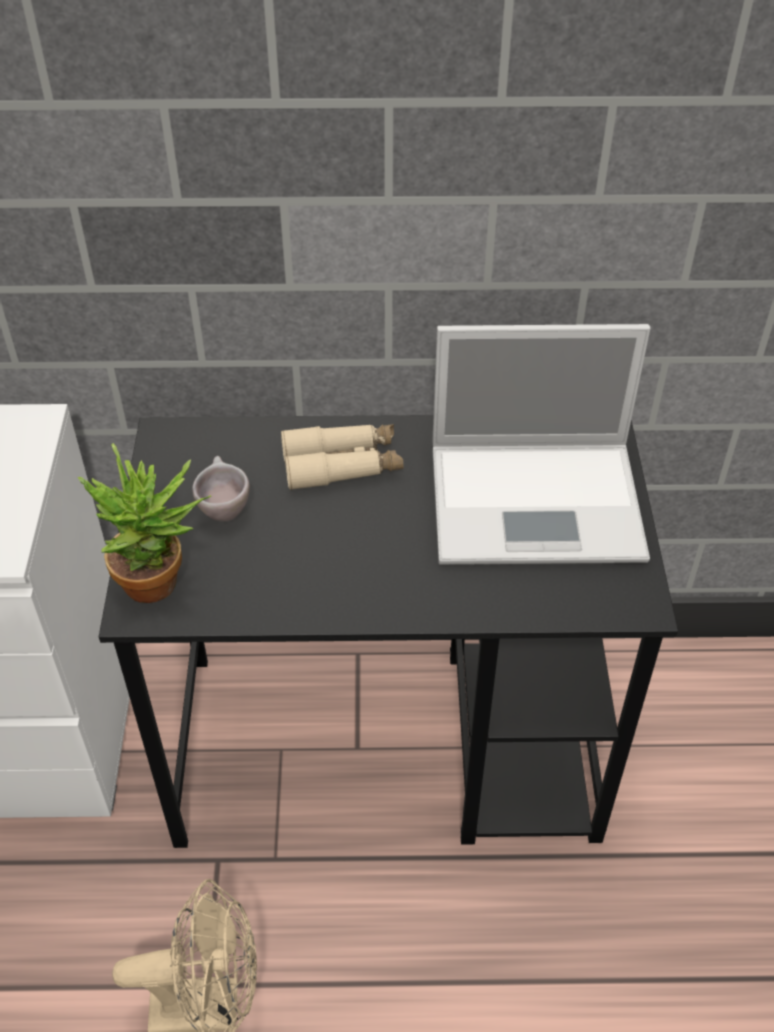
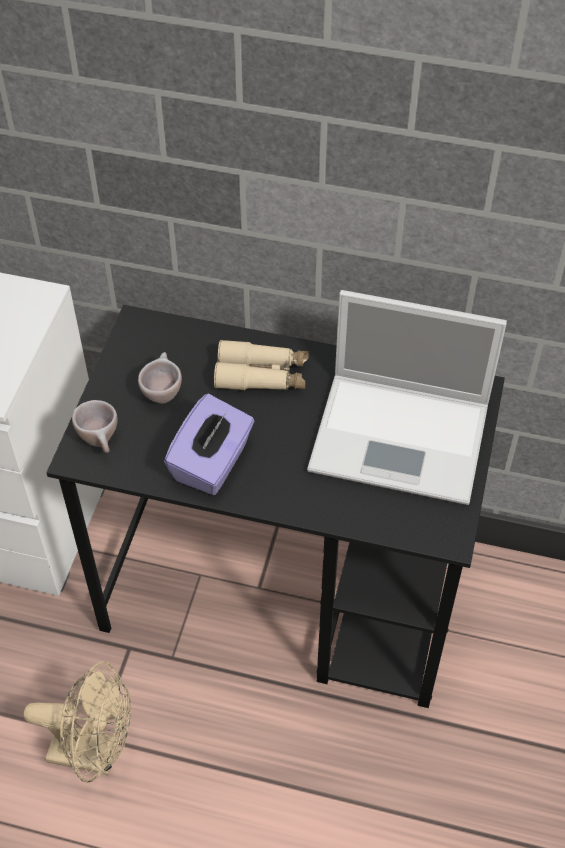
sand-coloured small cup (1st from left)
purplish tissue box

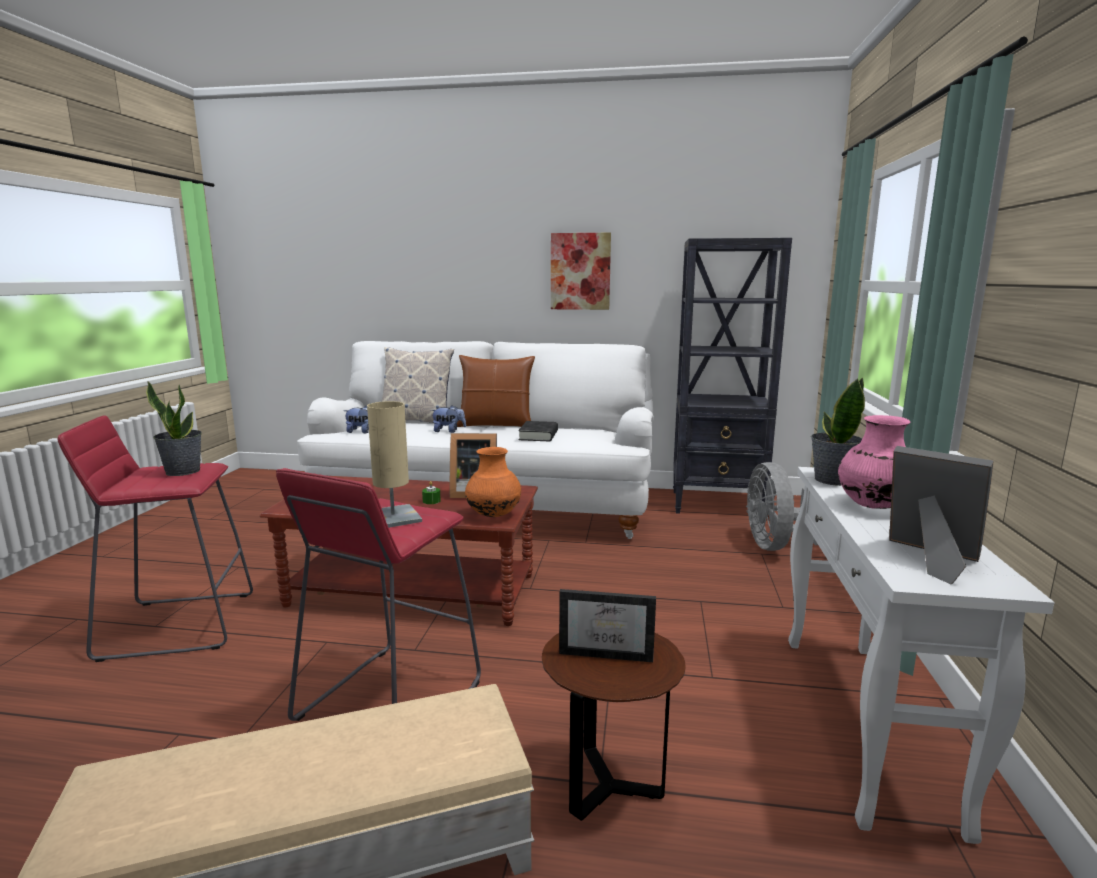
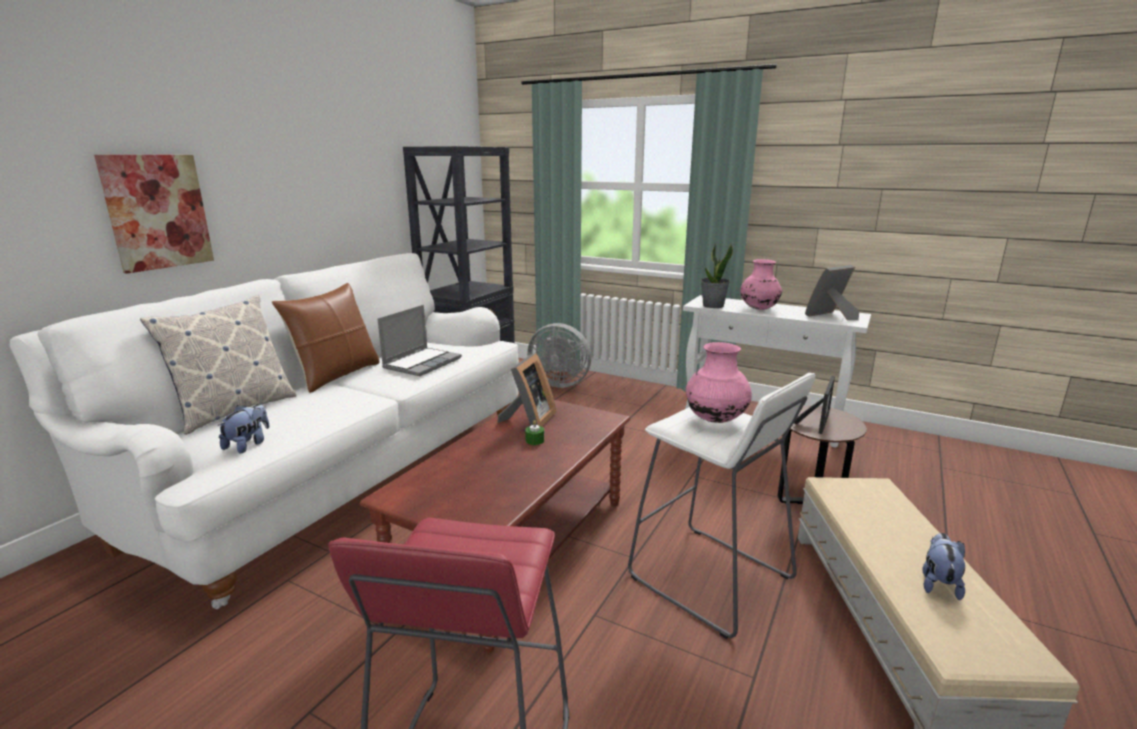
potted plant (1st from left in the first image)
white-coloured sitting stool
pink-coloured decorative vase (1st from left)
plush toy (2nd from left)
orange-coloured decorative vase
laptop
wall picture

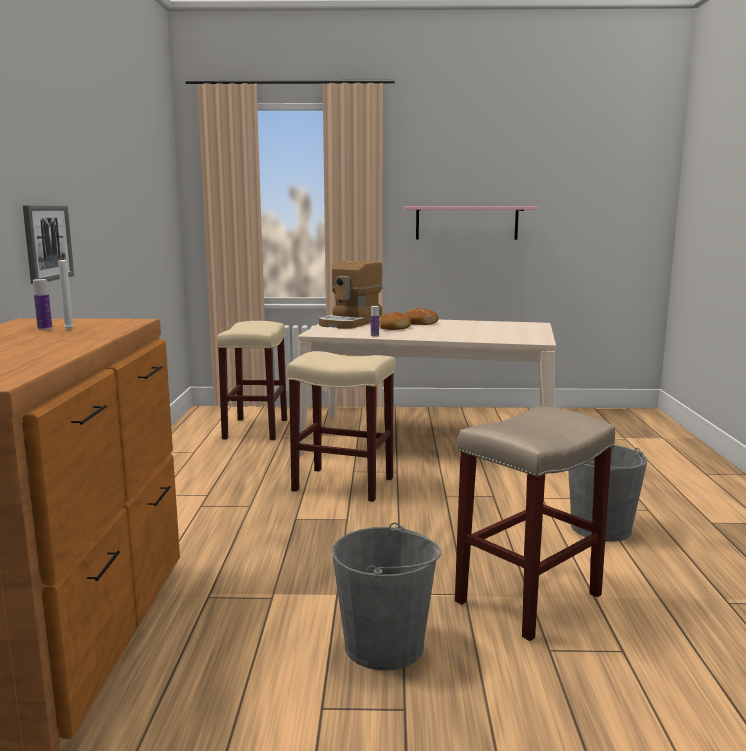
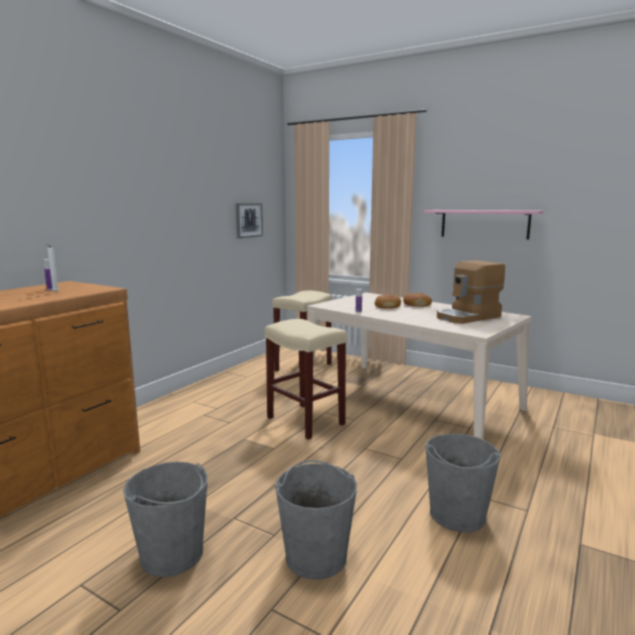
wall picture
coffee maker
gray bucket (2nd from left)

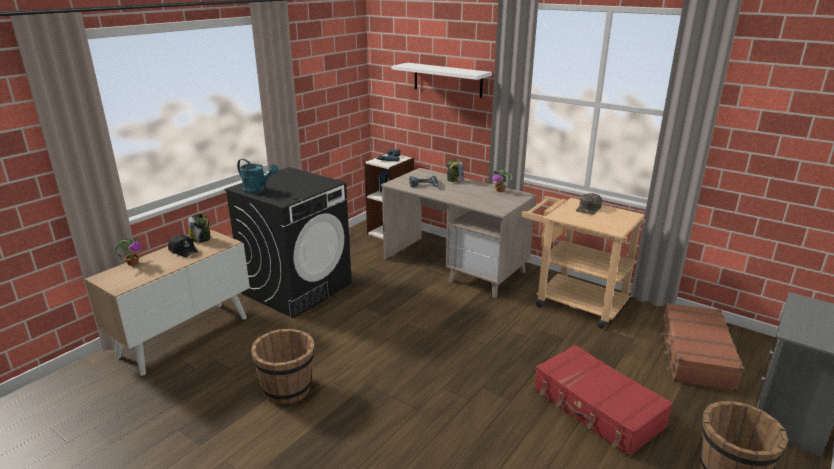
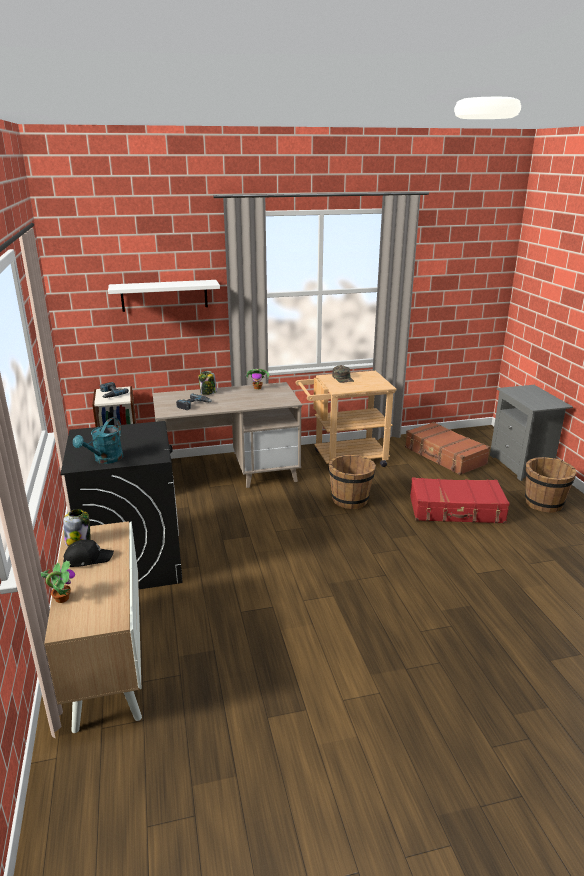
blue-green sprinkling can
brown-coloured bucket (1st from left)

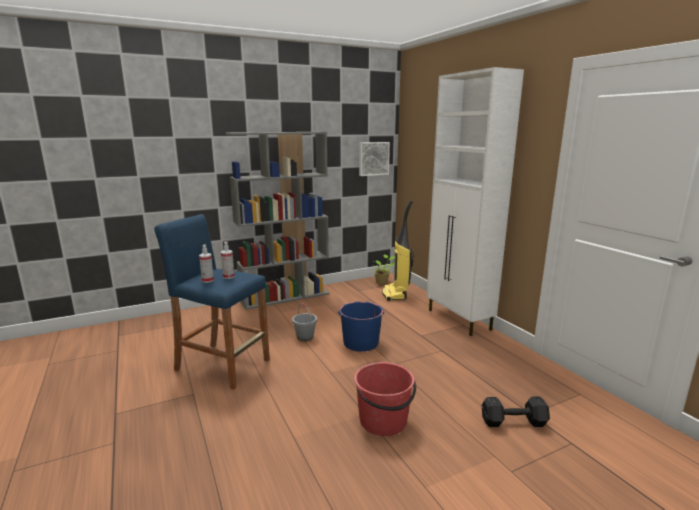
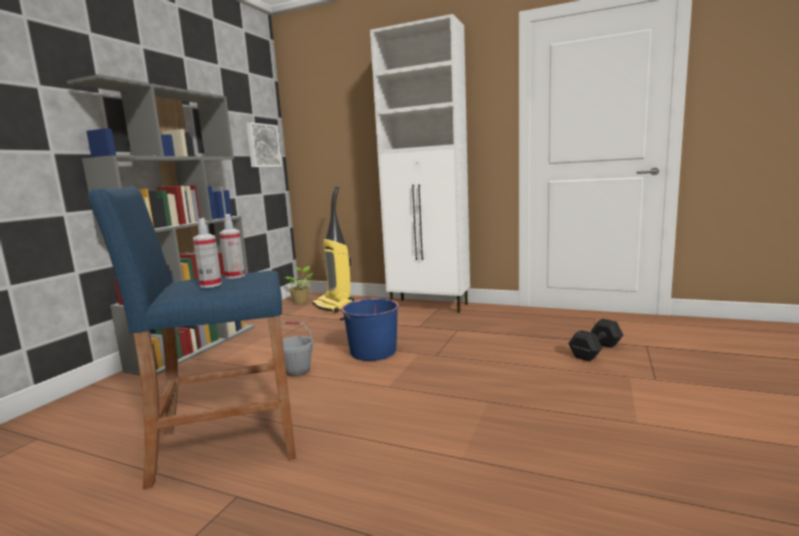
red-coloured bucket

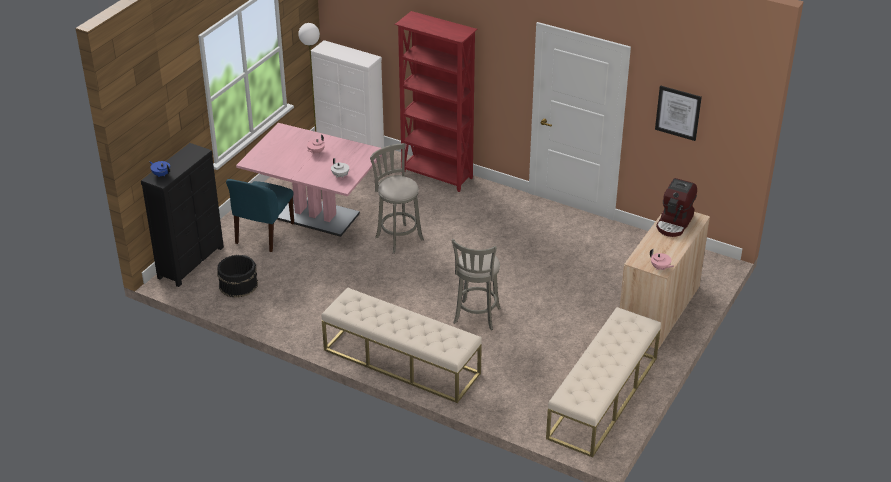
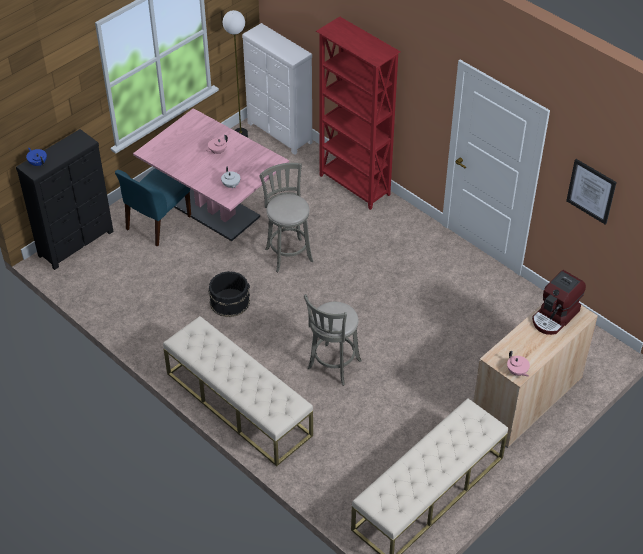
black bucket

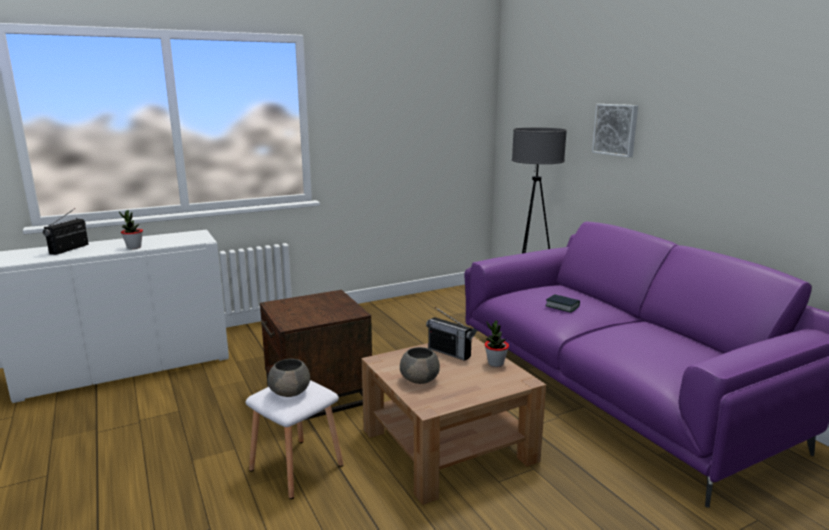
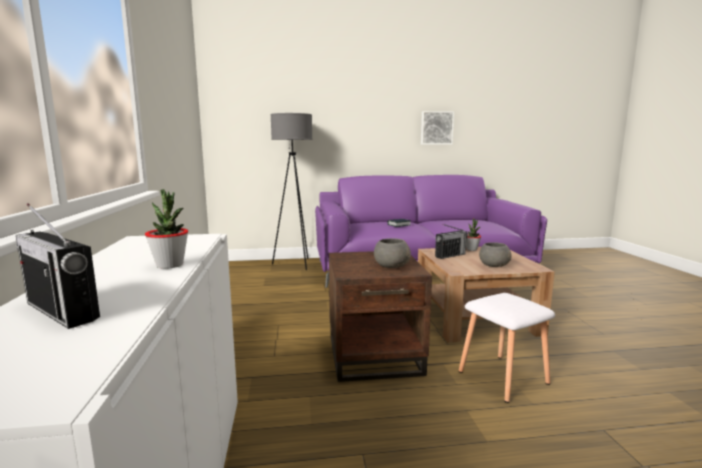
gray serving bowl (1st from left)
wall picture

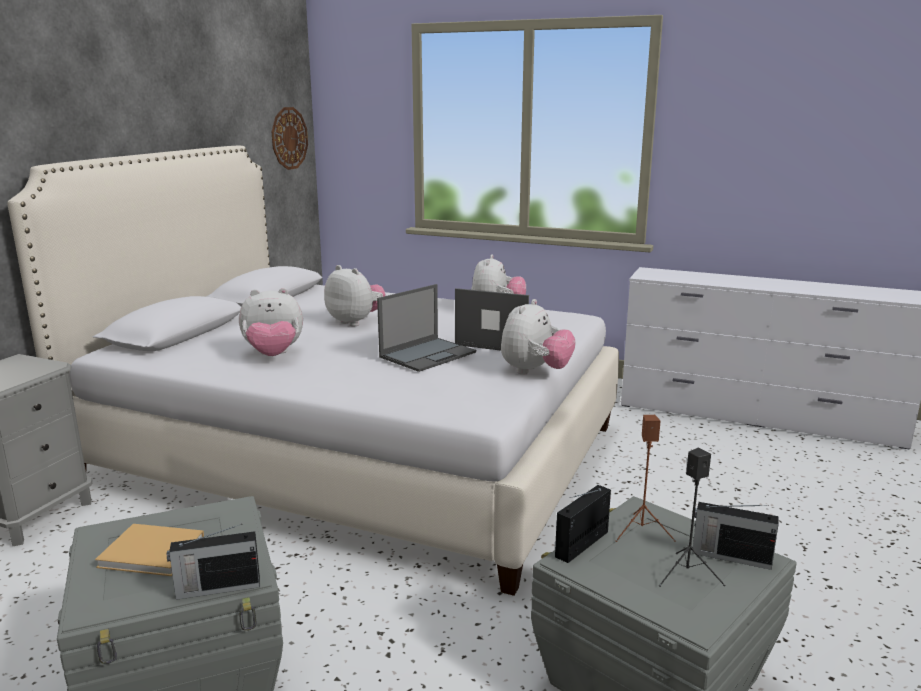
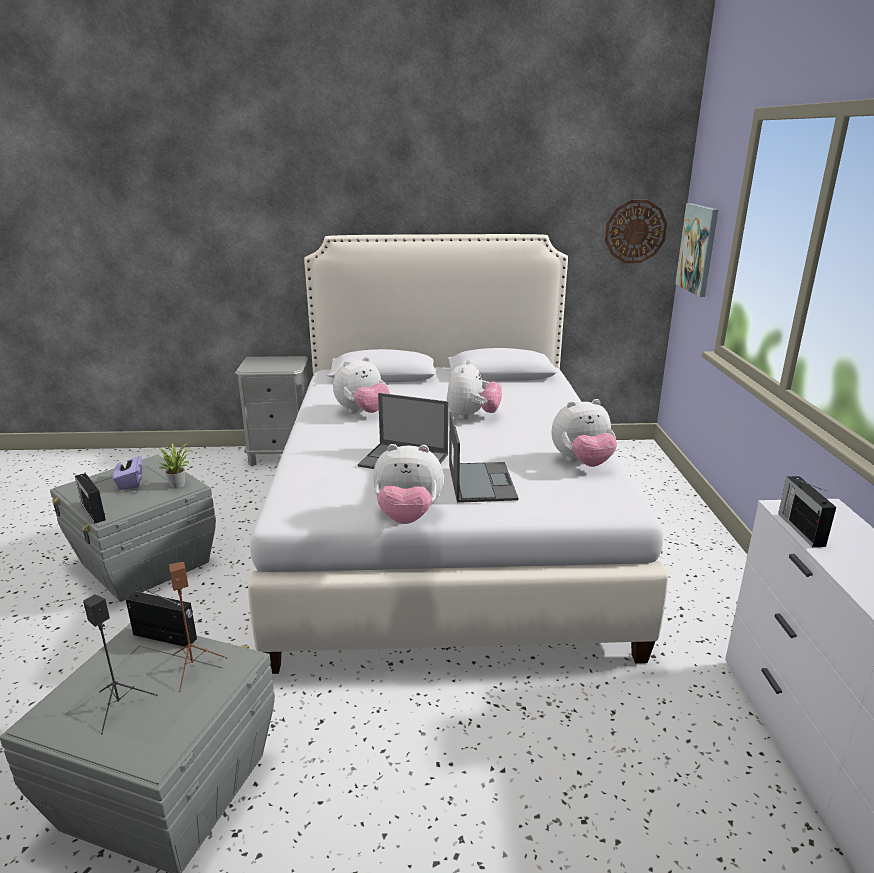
purplish tissue box
plush toy (1st from left)
radio set (3rd from left)
potted plant
wall picture

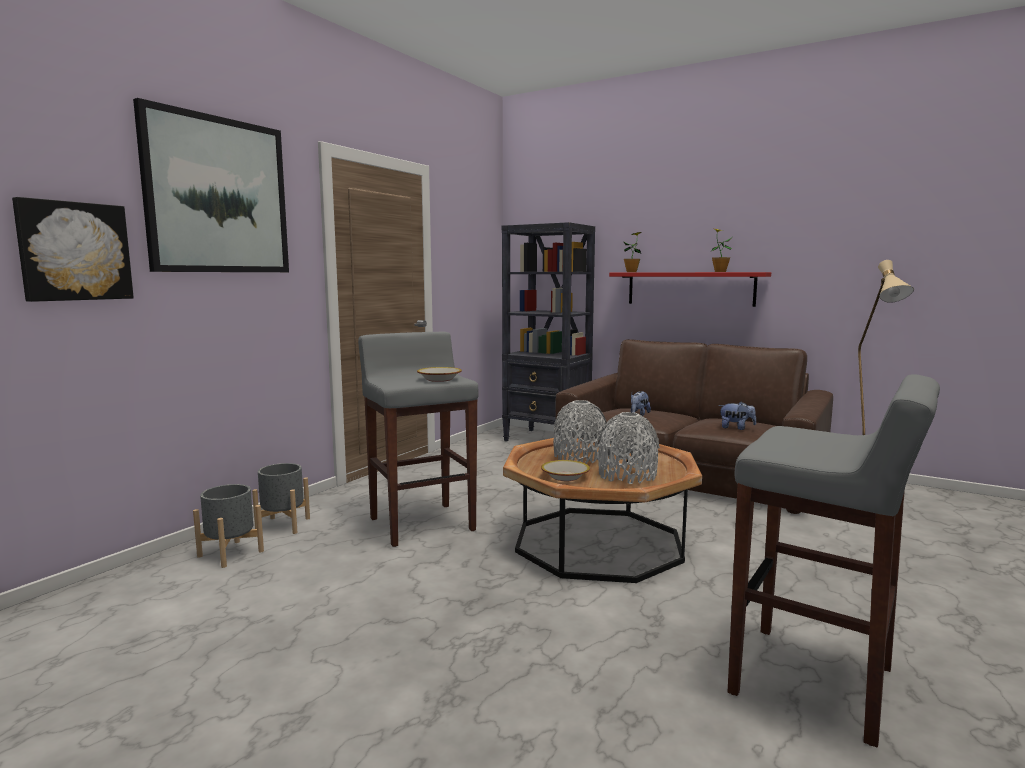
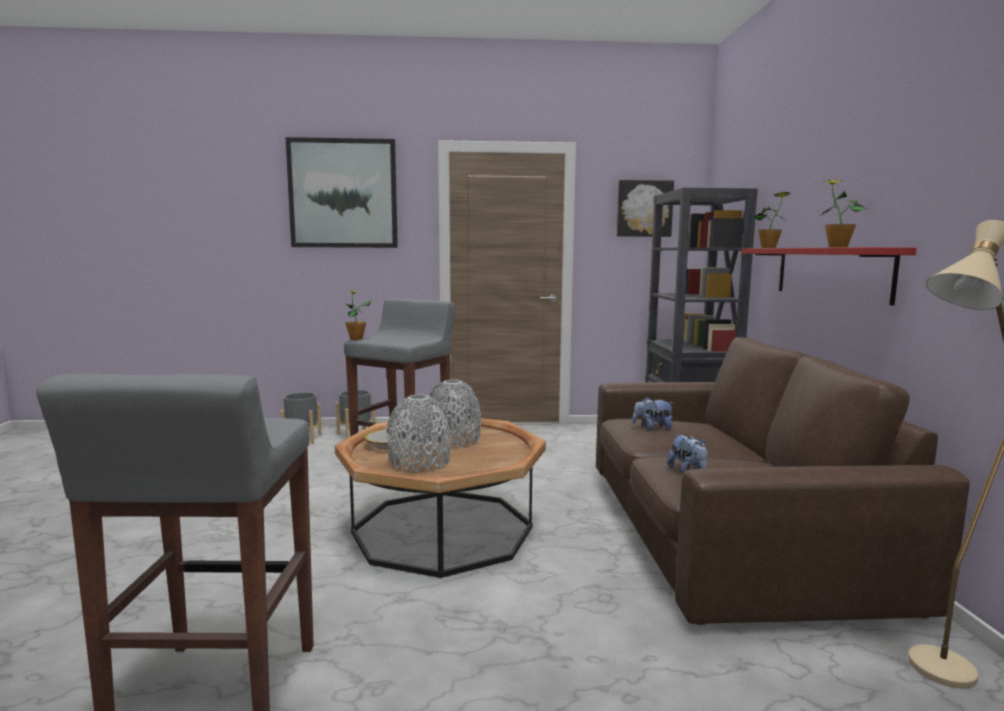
wall picture (2nd from left)
serving bowl (1st from left in the first image)
potted plant (1st from left)

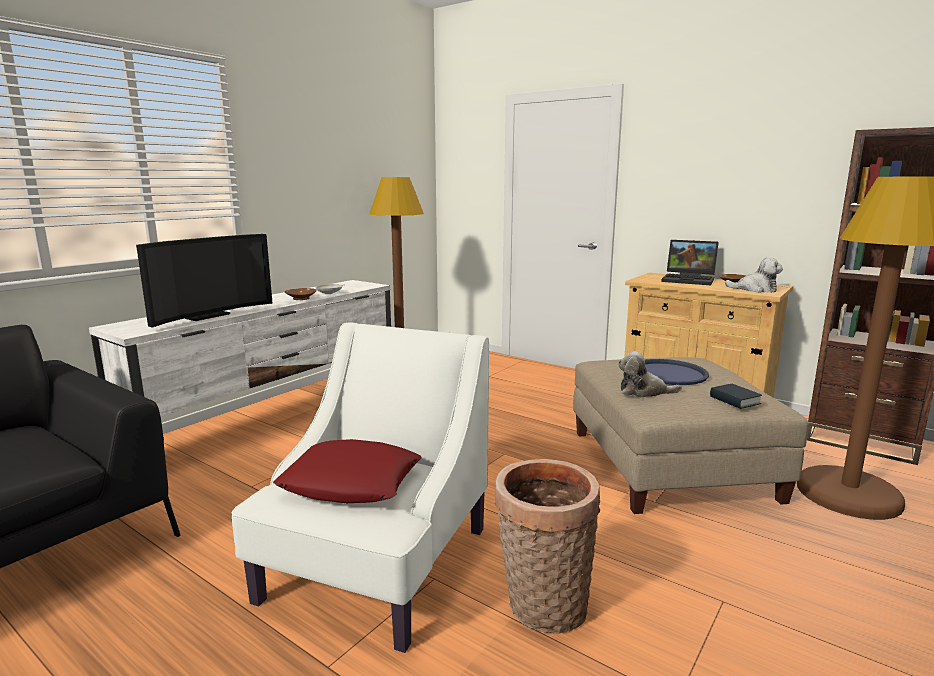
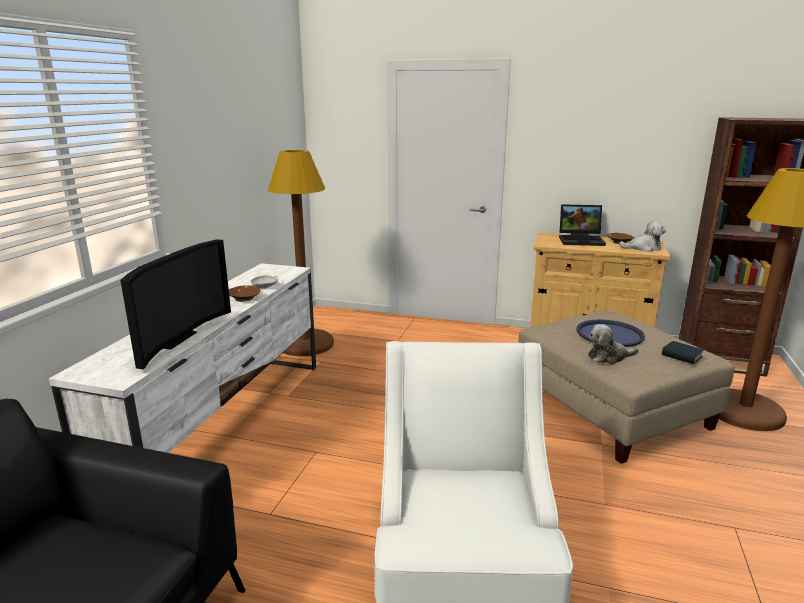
red-coloured throw pillow
storage basket

